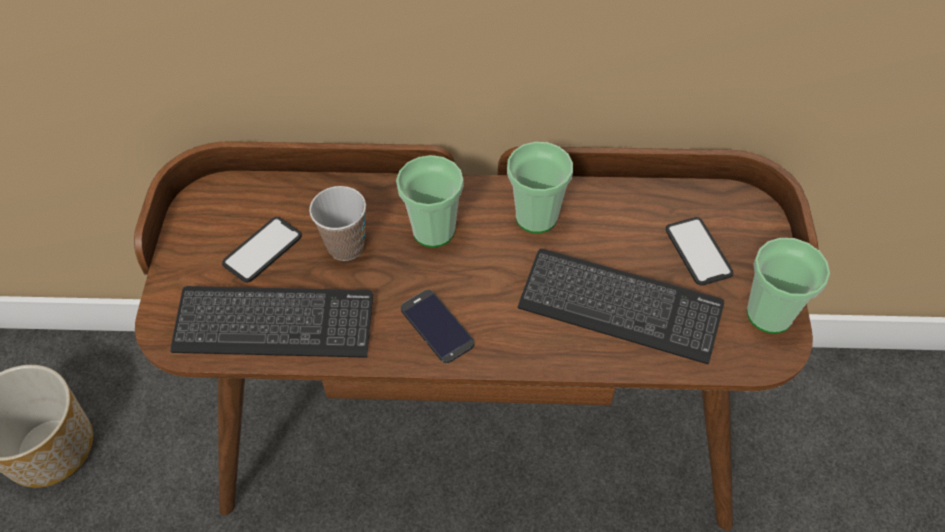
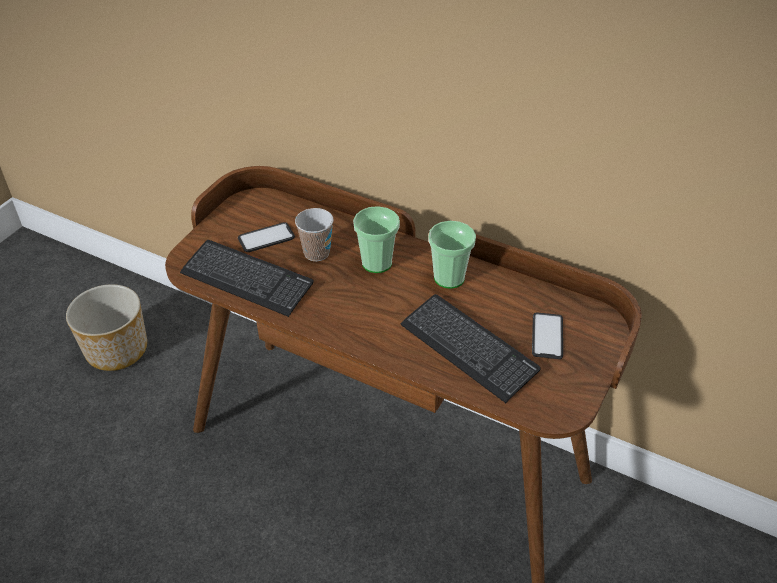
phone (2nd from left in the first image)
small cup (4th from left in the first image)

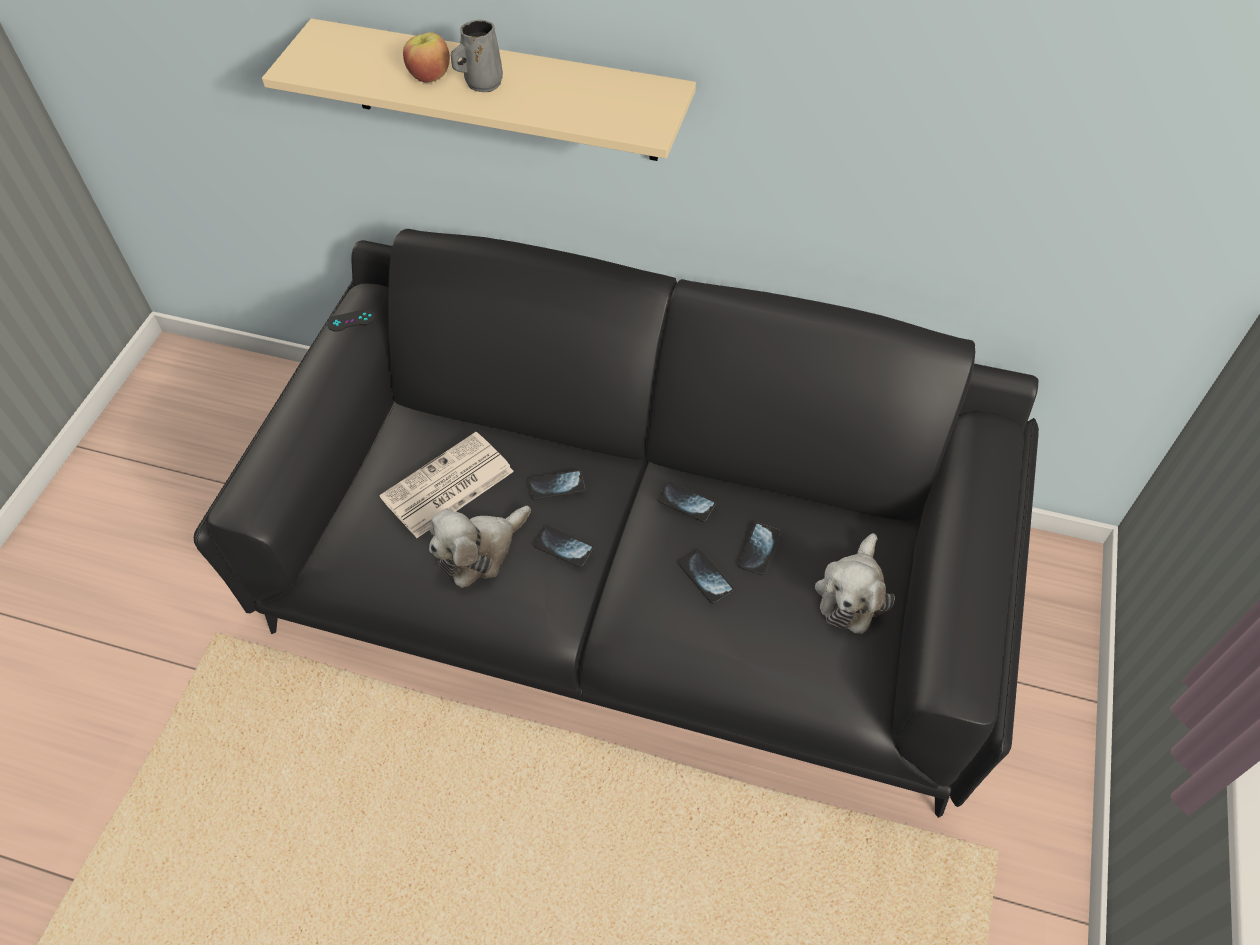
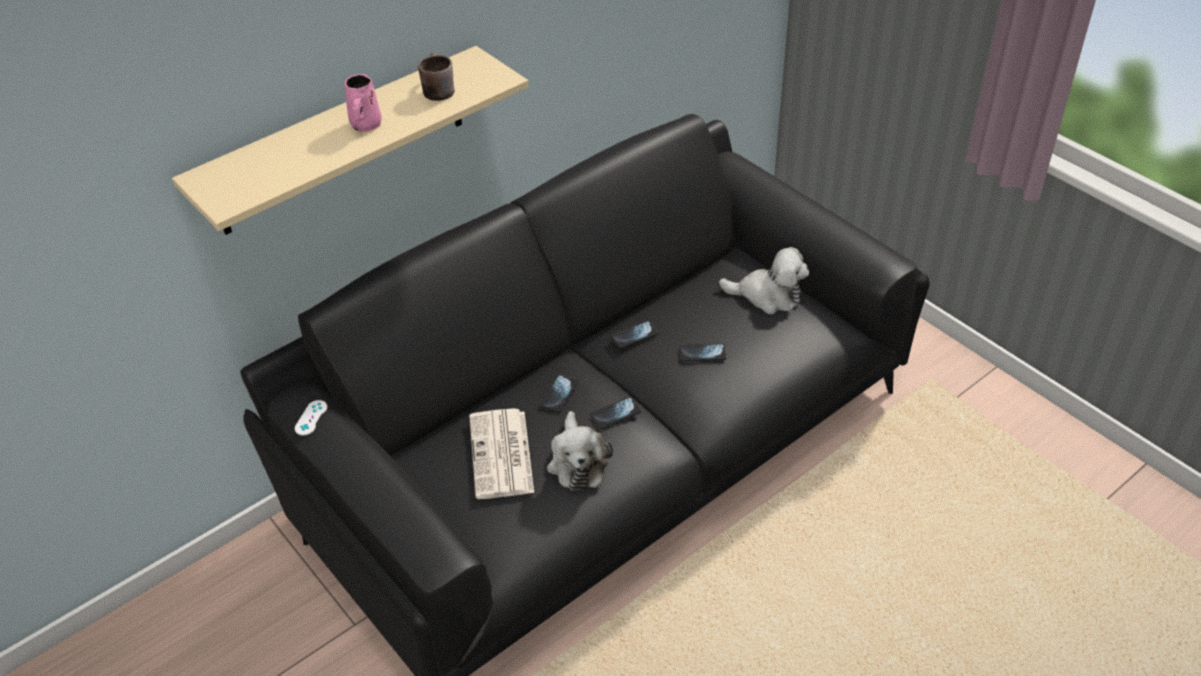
white-coloured gamepad
whole apple
pink-coloured mug
phone (5th from left in the first image)
plush toy (2nd from left)
brown-coloured mug

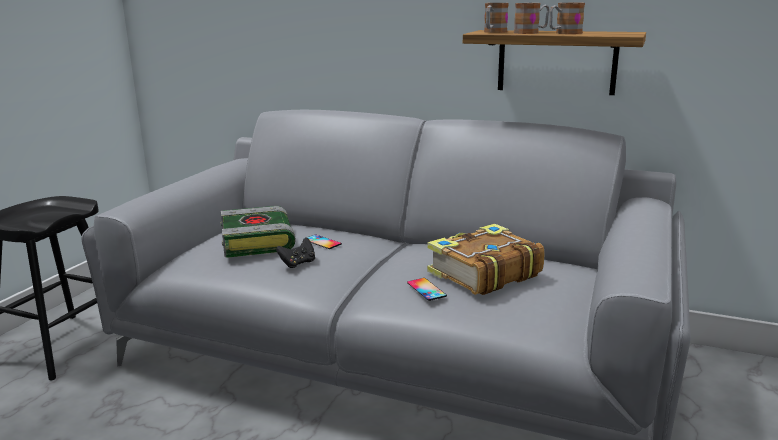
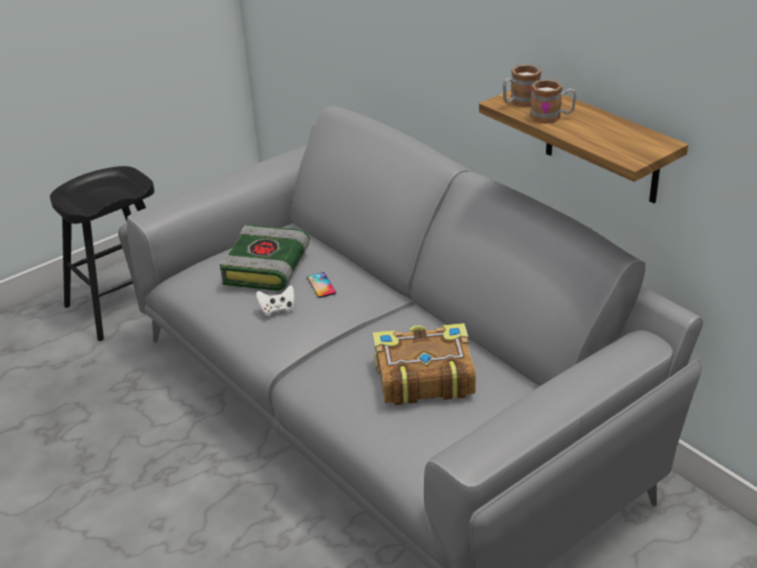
white-coloured gamepad
phone (2nd from left in the first image)
mug (3rd from left in the first image)

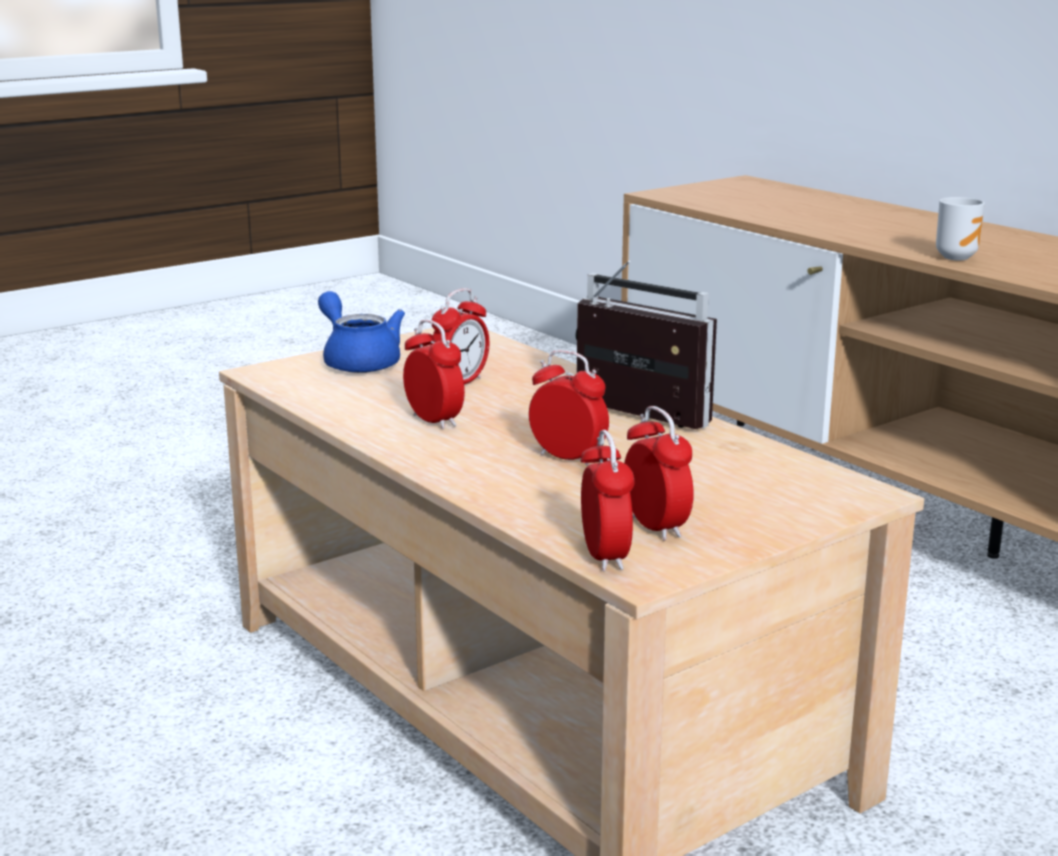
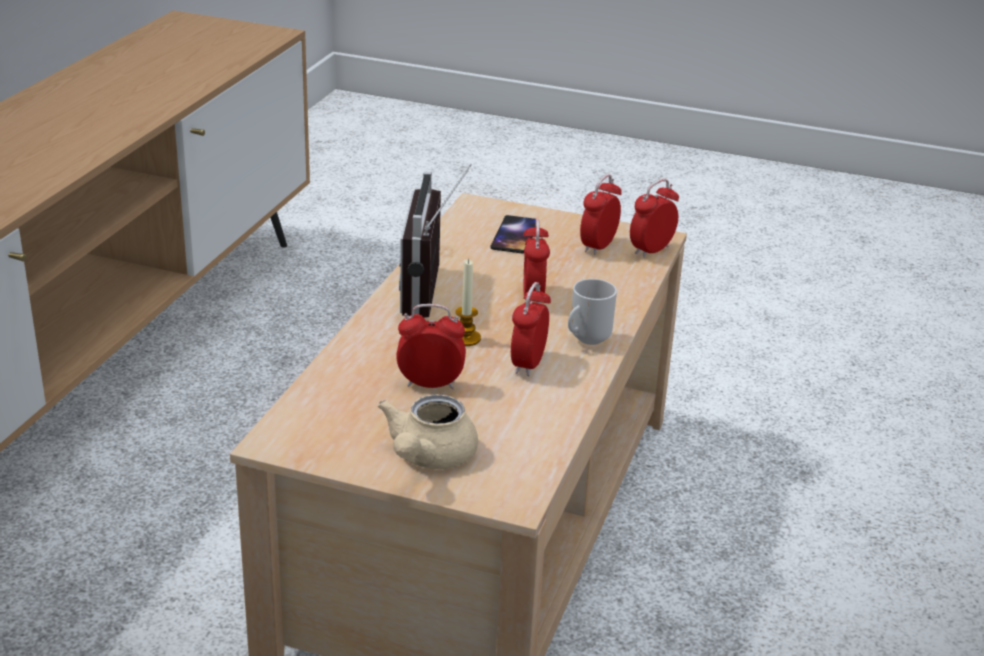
sand-coloured tea pot
mug
wax candle
phone

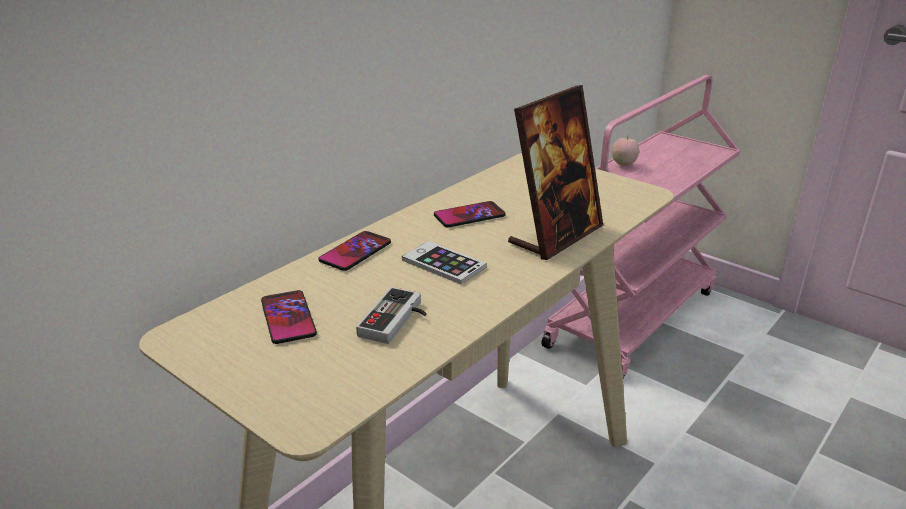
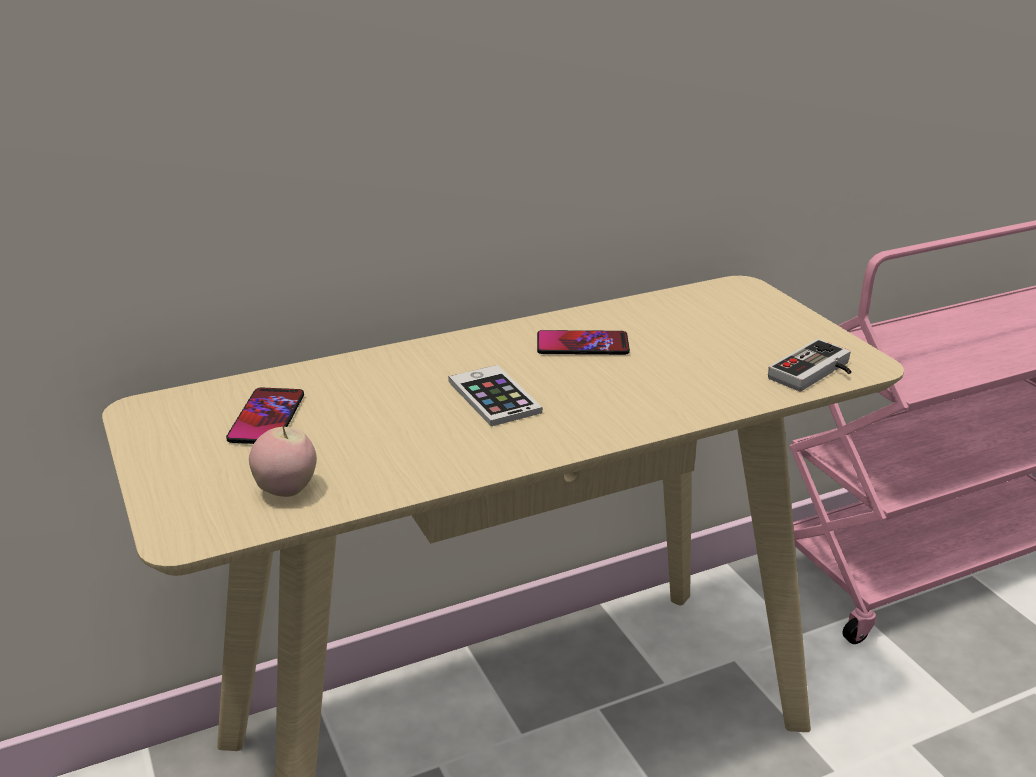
phone (2nd from left in the first image)
gamepad
picture frame
whole apple

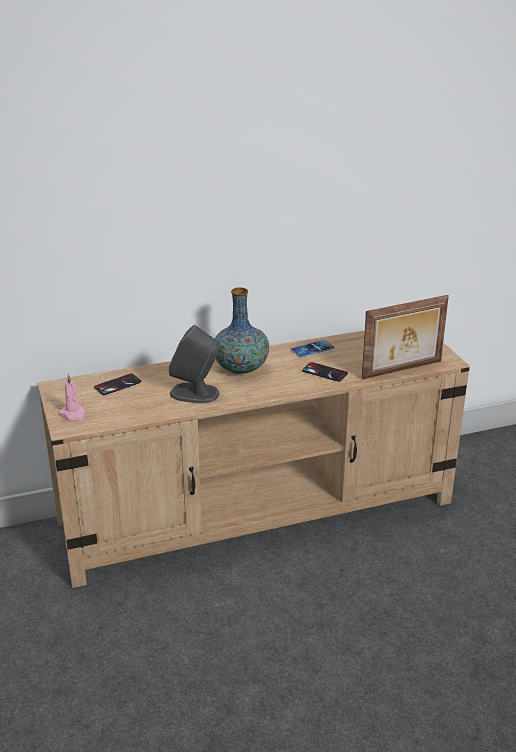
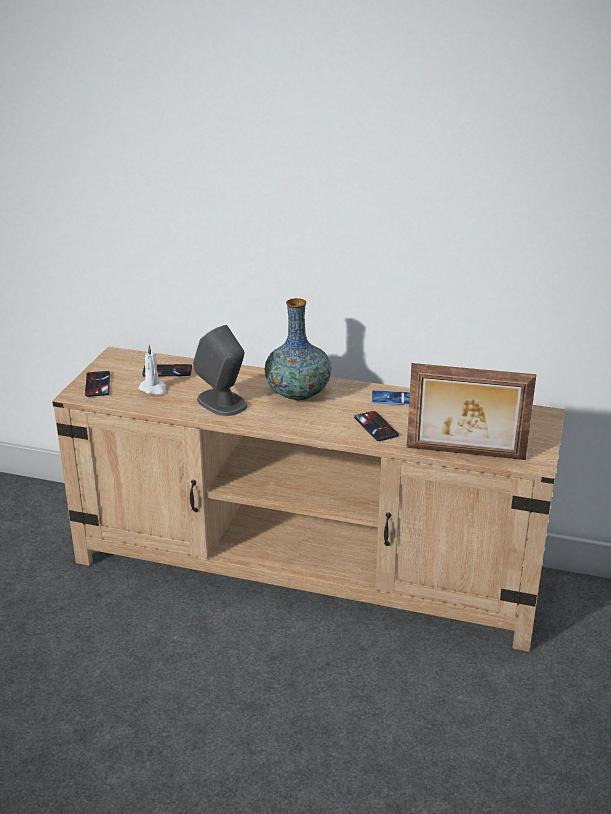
phone (1st from left)
white-coloured wax candle

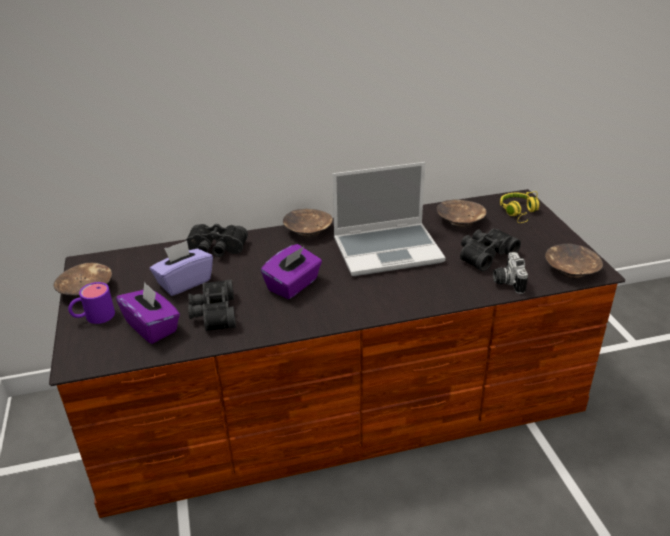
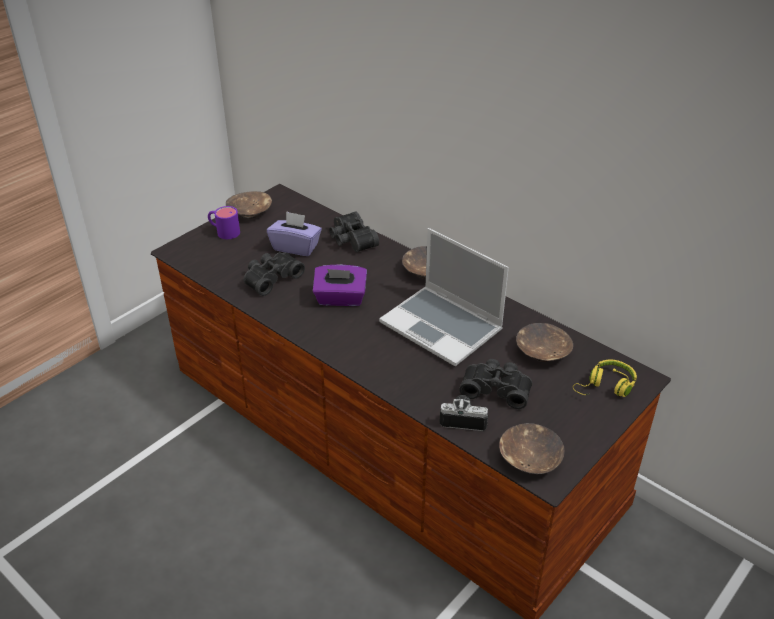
purplish tissue box (1st from left in the first image)
photo camera

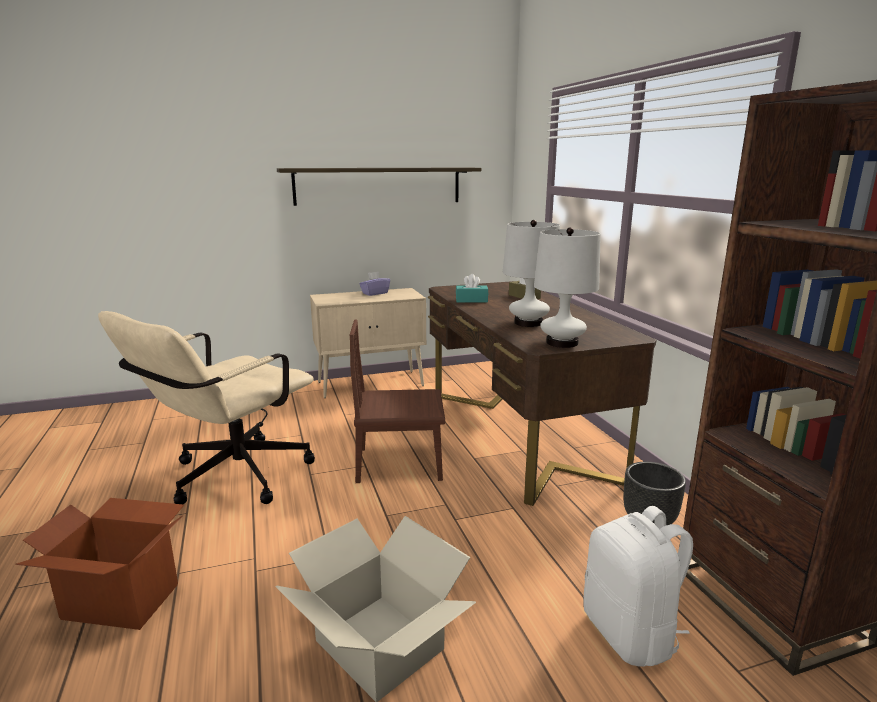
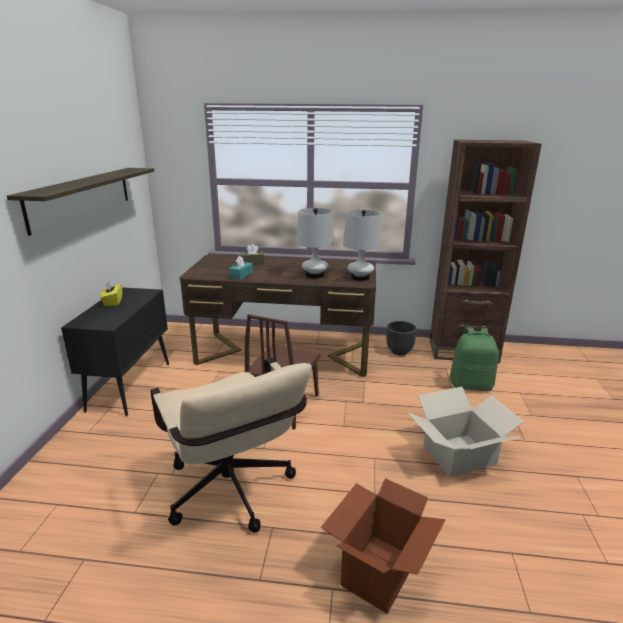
black storage cabinet
yellow-coloured tissue box
green backpack

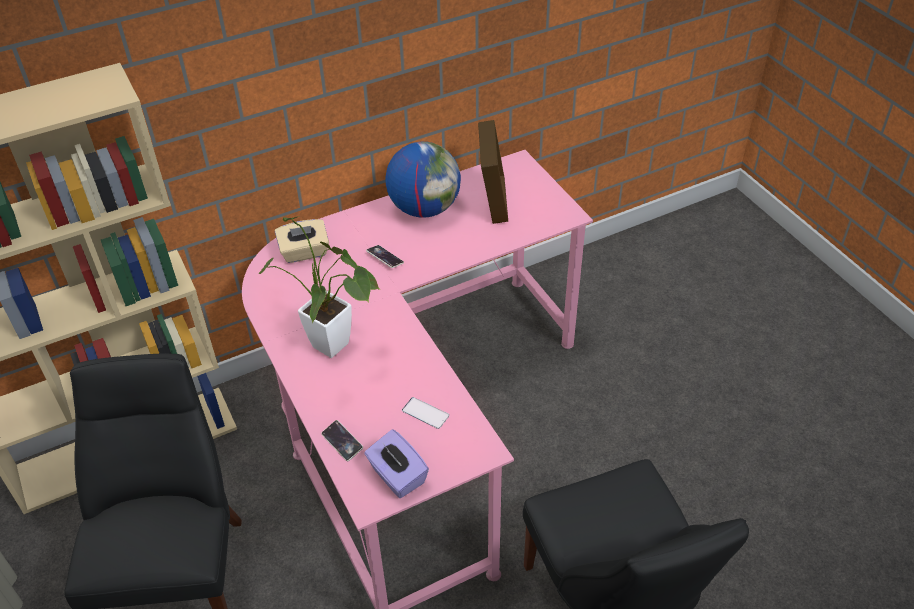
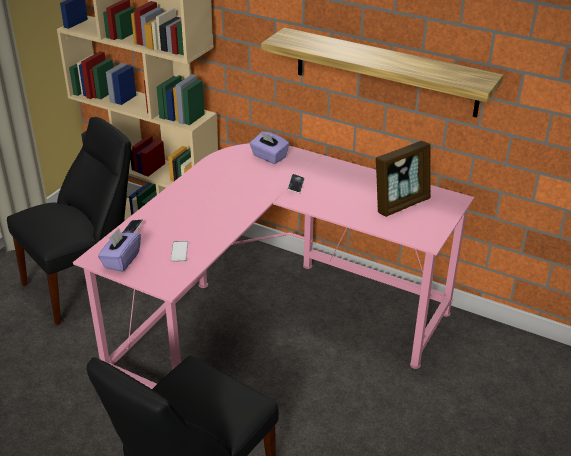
potted plant
purplish tissue box (2nd from left)
desk globe
bracket shelf

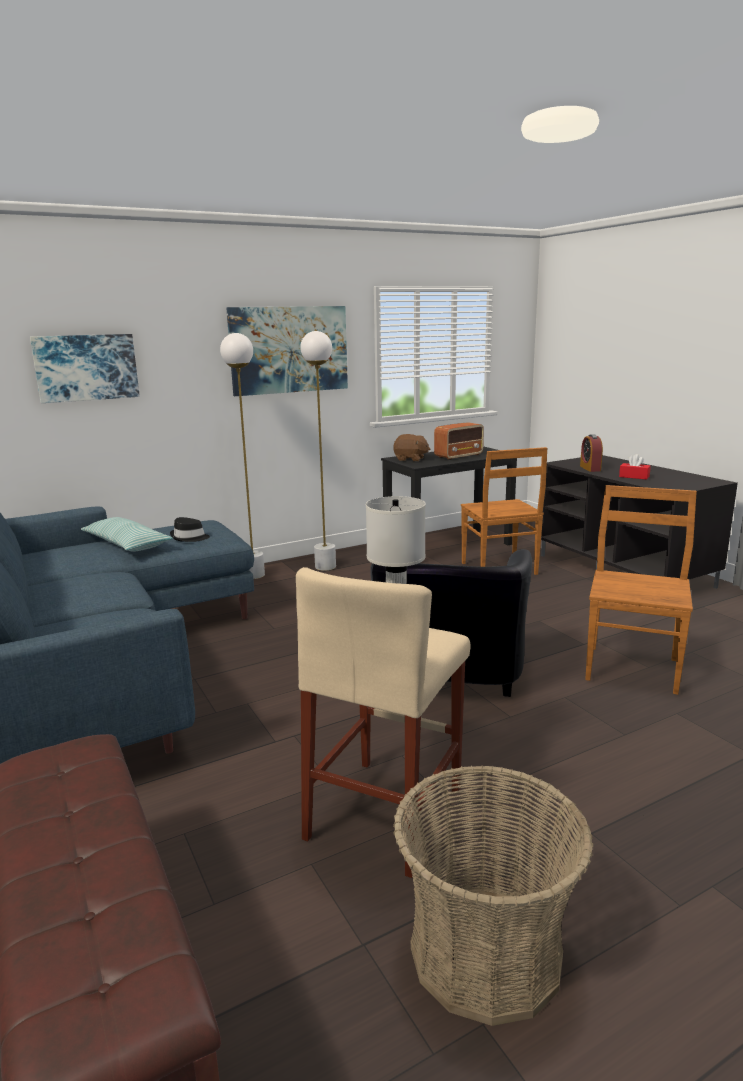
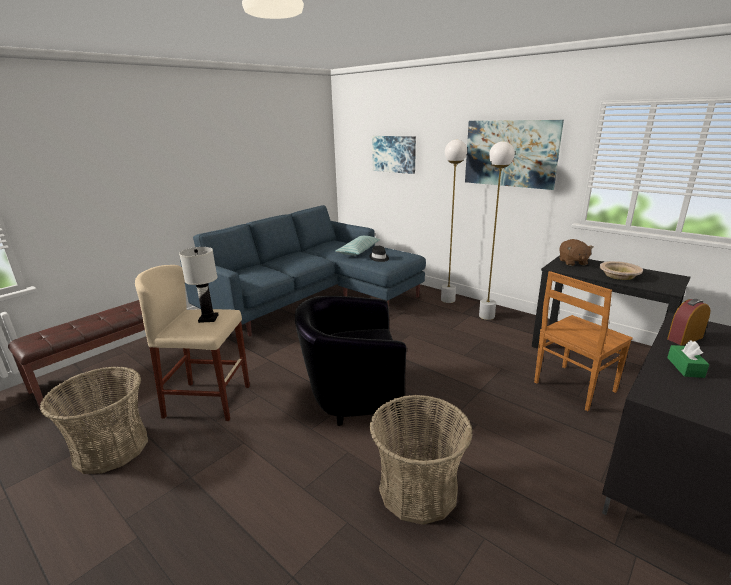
sand-coloured serving bowl
storage basket (2nd from left)
green tissue box

